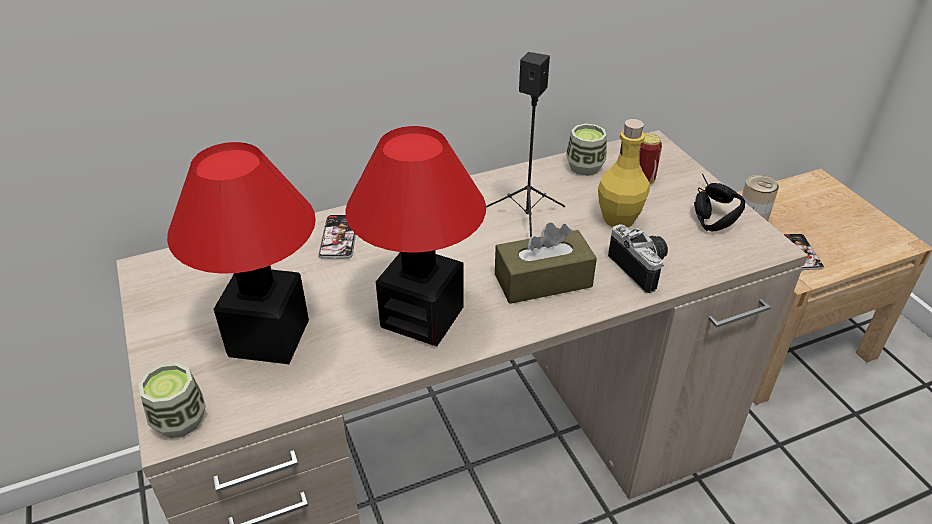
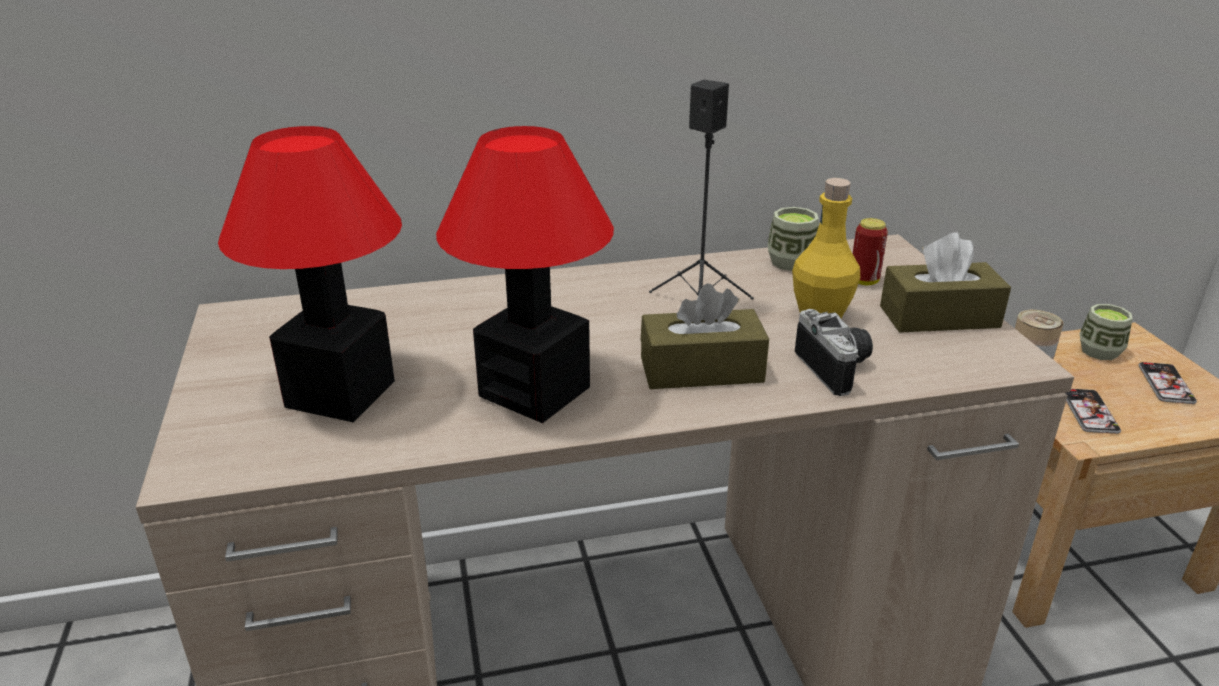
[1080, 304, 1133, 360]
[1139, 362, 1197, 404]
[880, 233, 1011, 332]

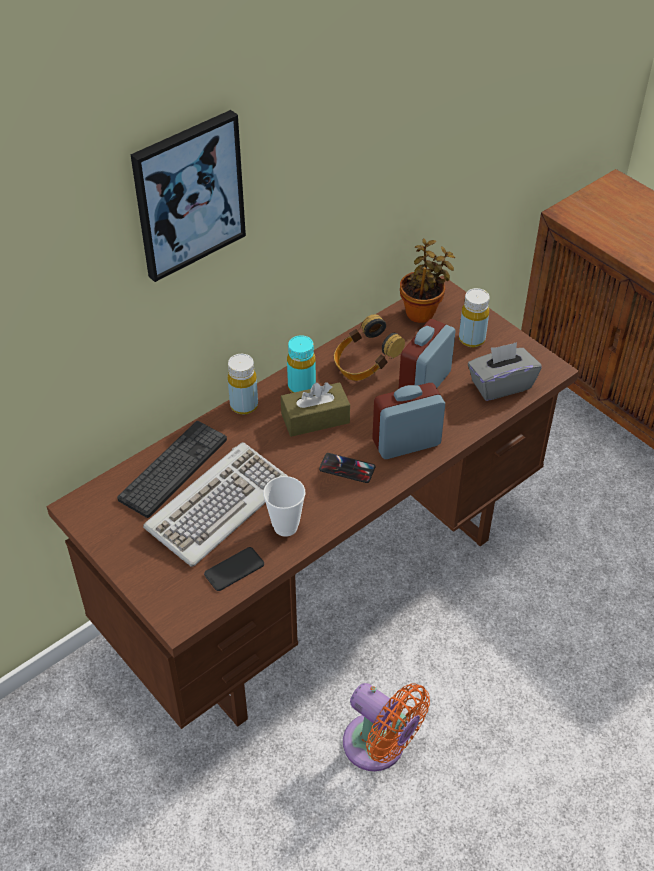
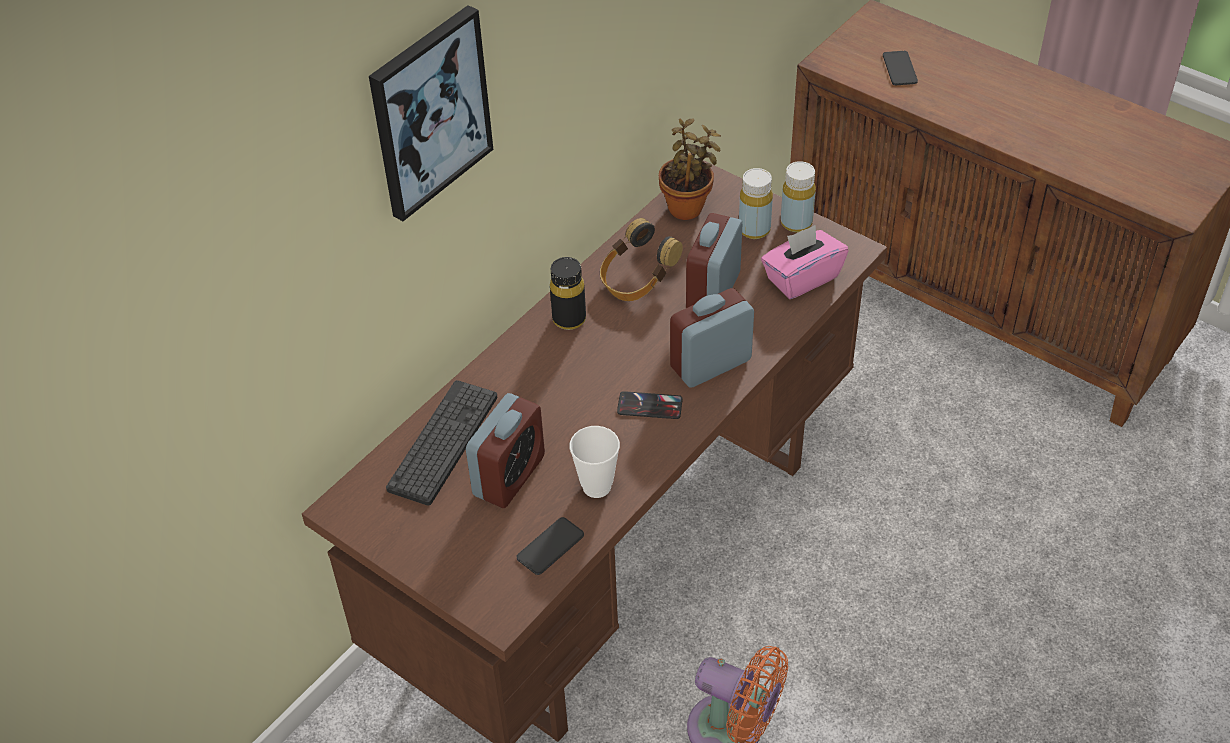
[281, 382, 350, 437] (first image)
[883, 51, 918, 85]
[781, 161, 816, 232]
[466, 393, 545, 508]
[550, 257, 586, 330]
[761, 225, 849, 299]

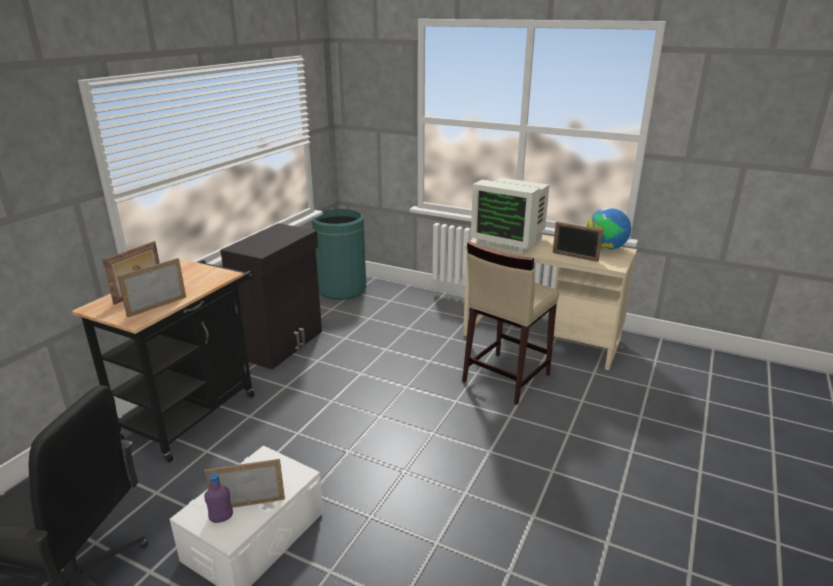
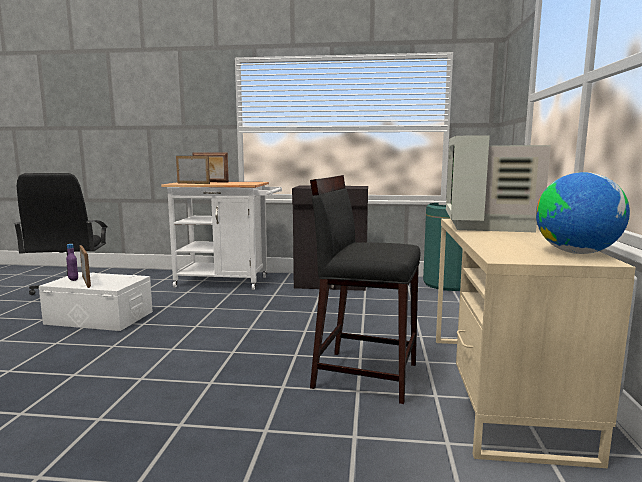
[553, 221, 603, 262] (first image)
[161, 182, 282, 290]
[310, 175, 420, 404]

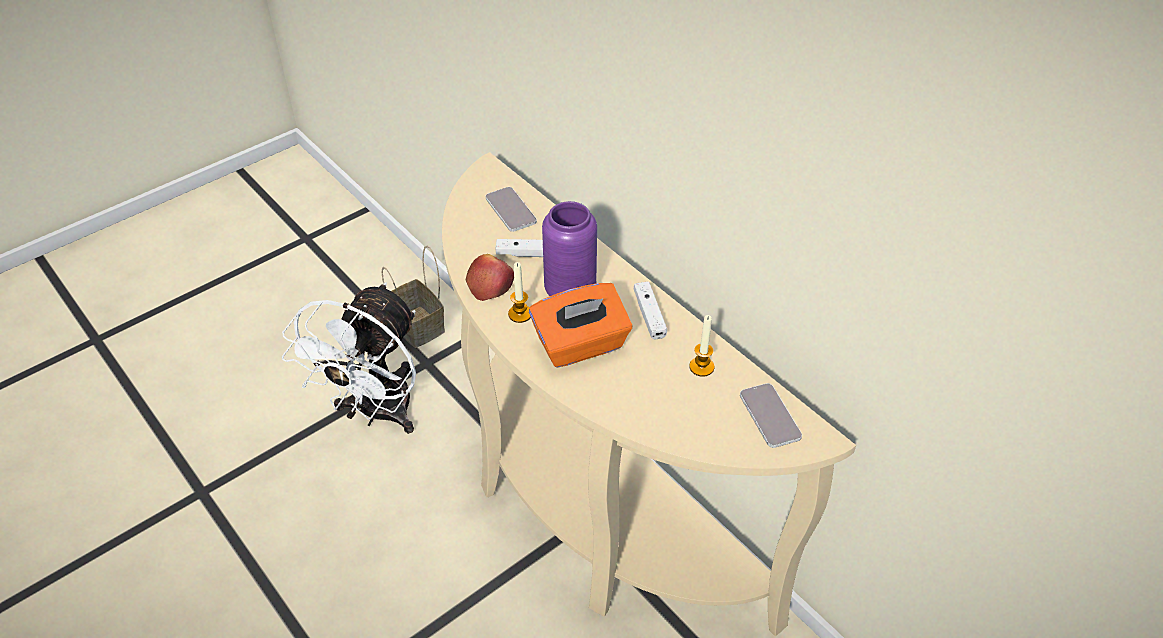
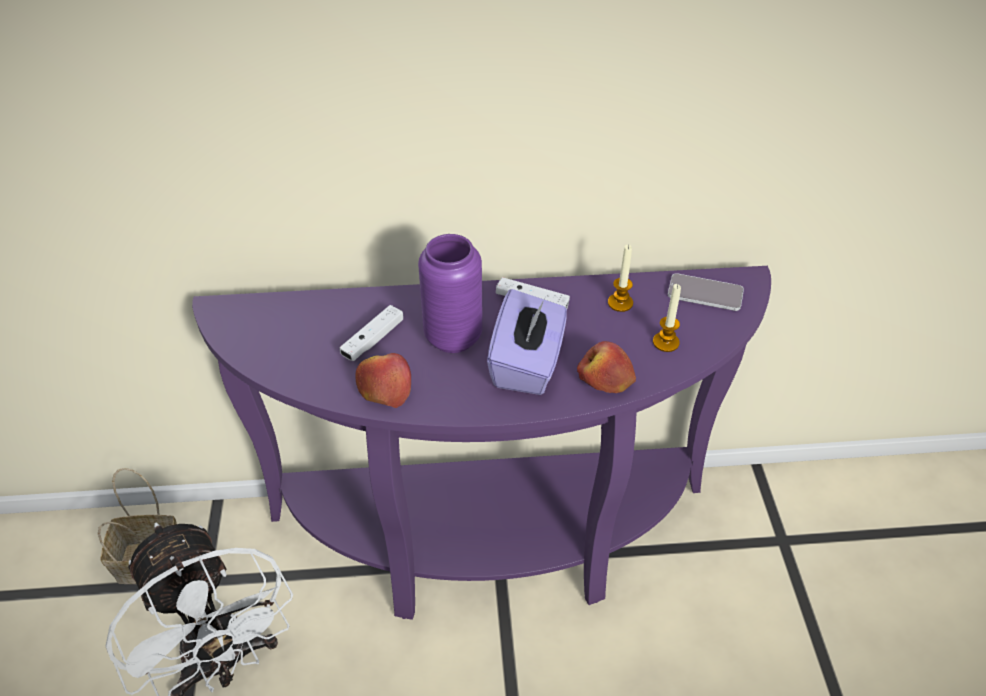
[486, 187, 537, 232] (first image)
[577, 341, 636, 393]
[653, 284, 681, 352]
[192, 266, 771, 620]
[487, 289, 567, 395]

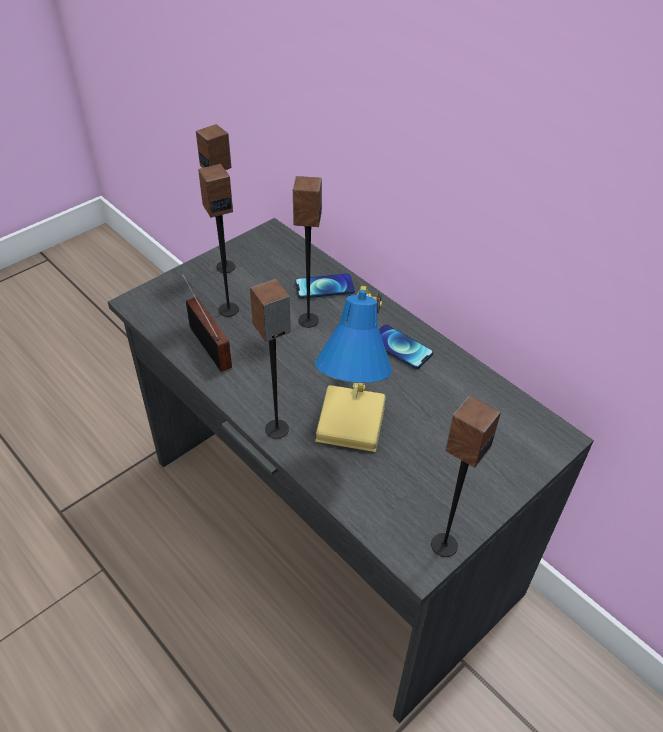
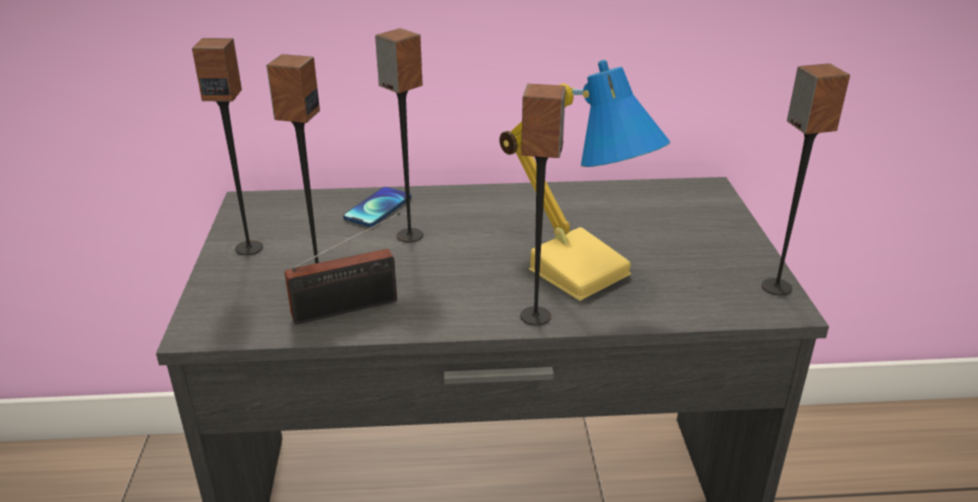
[379, 324, 434, 369] (first image)
[285, 212, 401, 324]

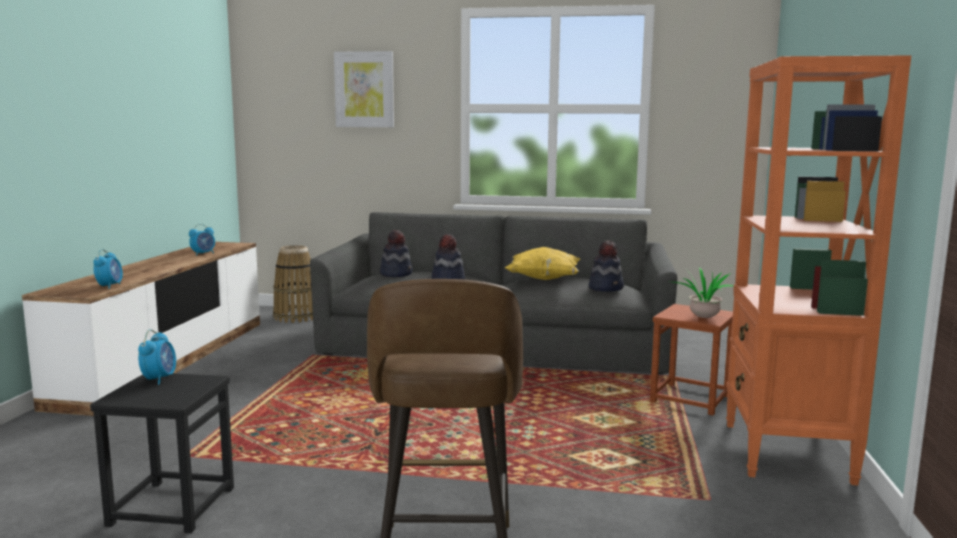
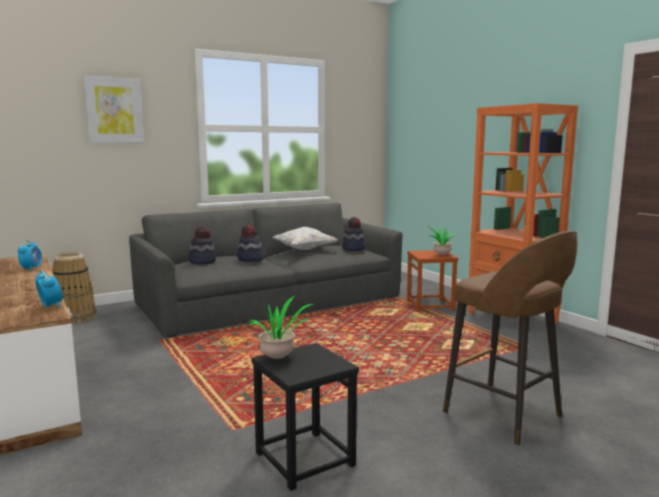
[248, 296, 315, 359]
[272, 227, 338, 250]

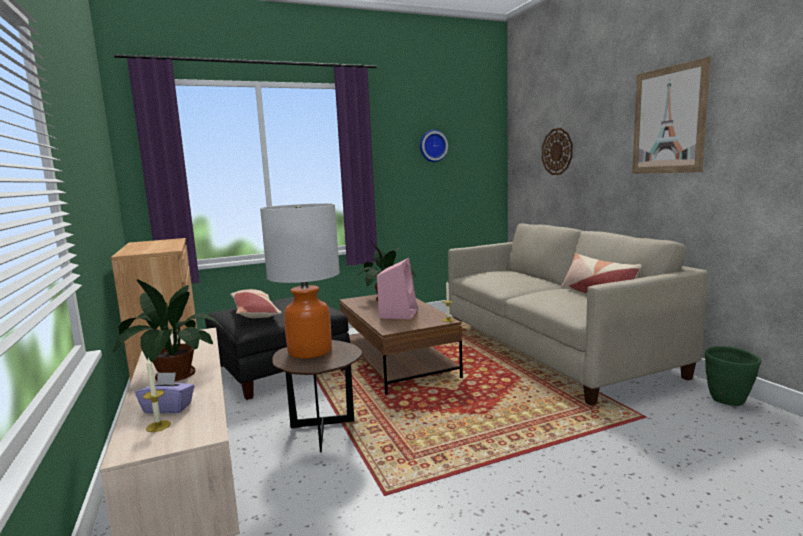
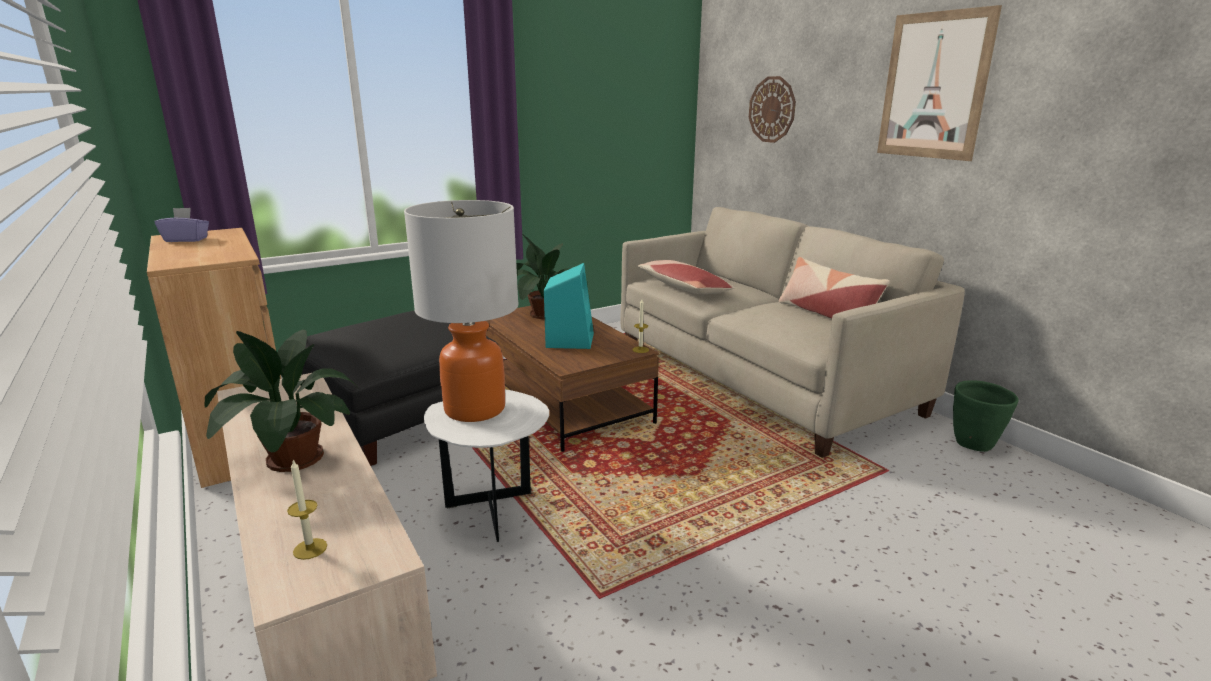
[420, 130, 448, 162] (first image)
[155, 208, 209, 242]
[638, 260, 735, 294]
[424, 390, 549, 542]
[544, 263, 594, 349]

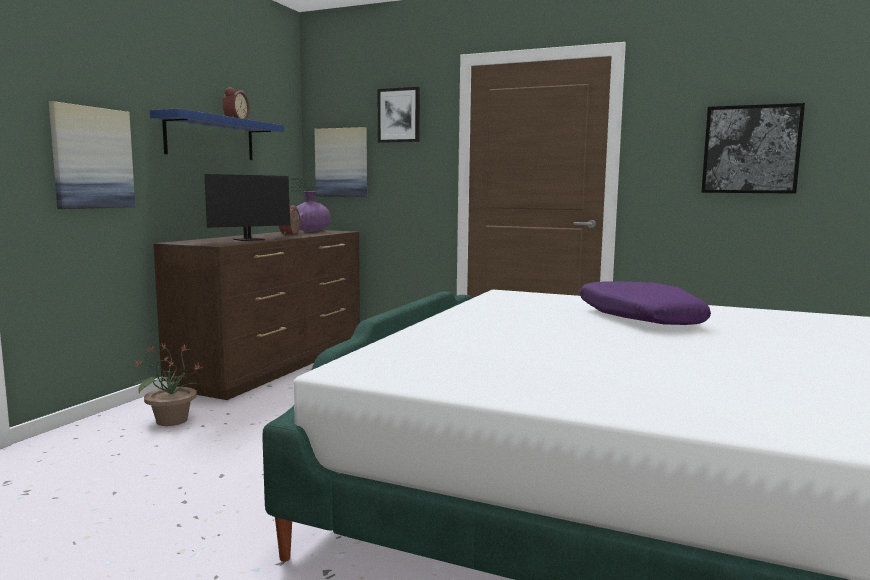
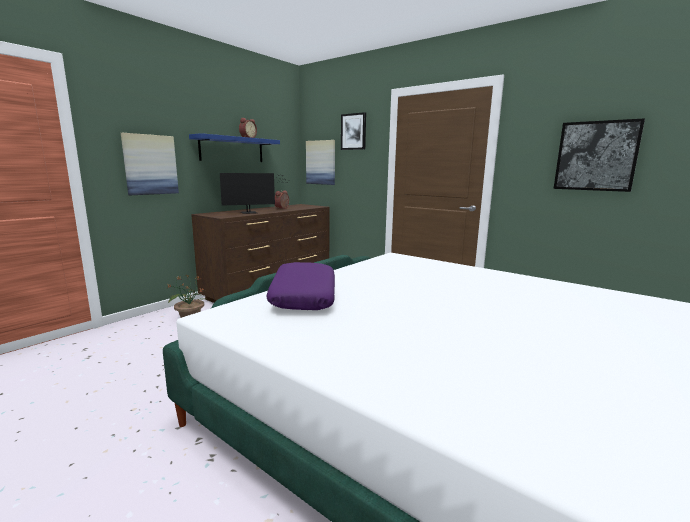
[296, 191, 331, 232] (first image)
[266, 262, 335, 310]

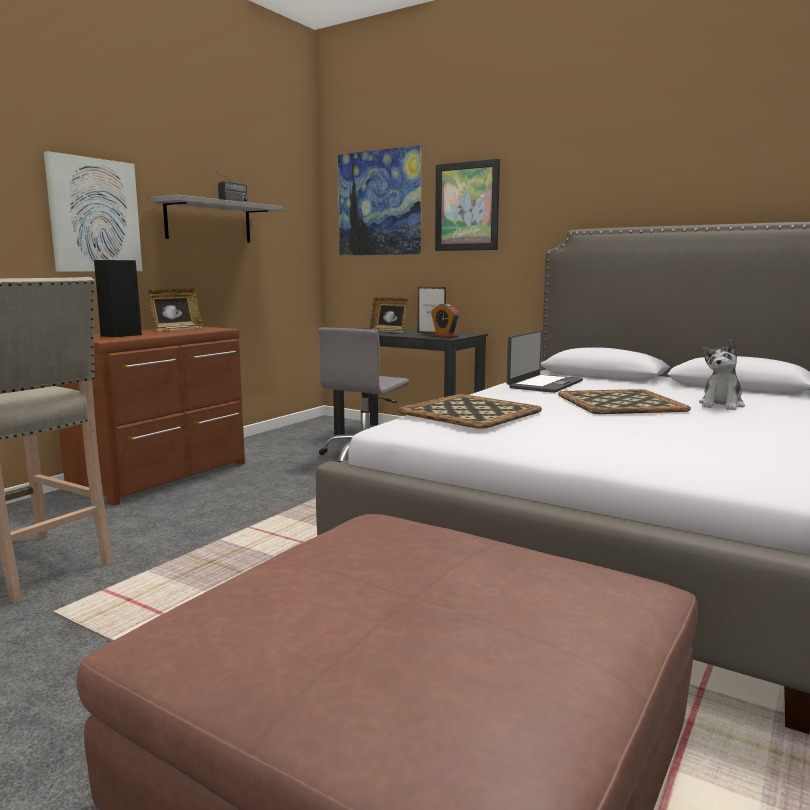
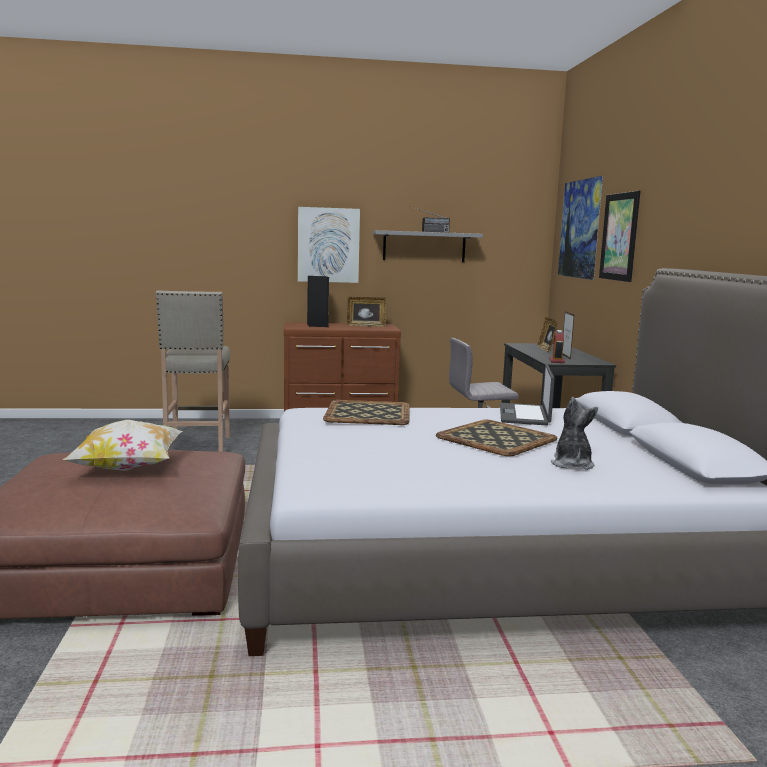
[63, 420, 182, 471]
[500, 364, 555, 425]
[551, 397, 598, 470]

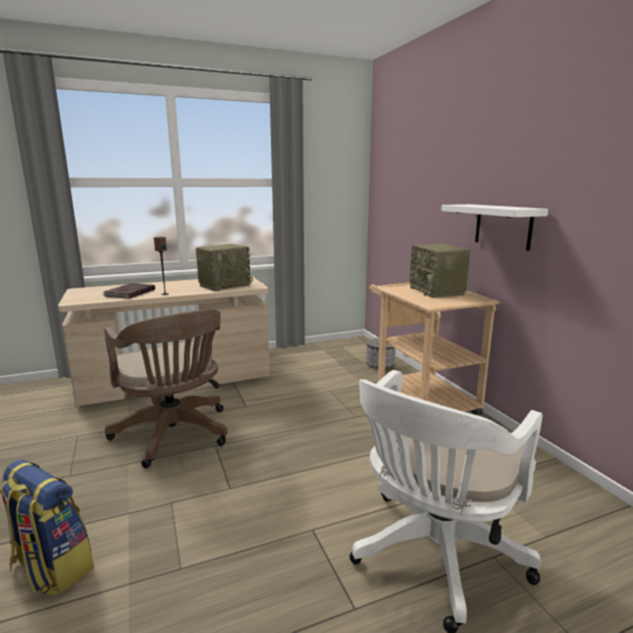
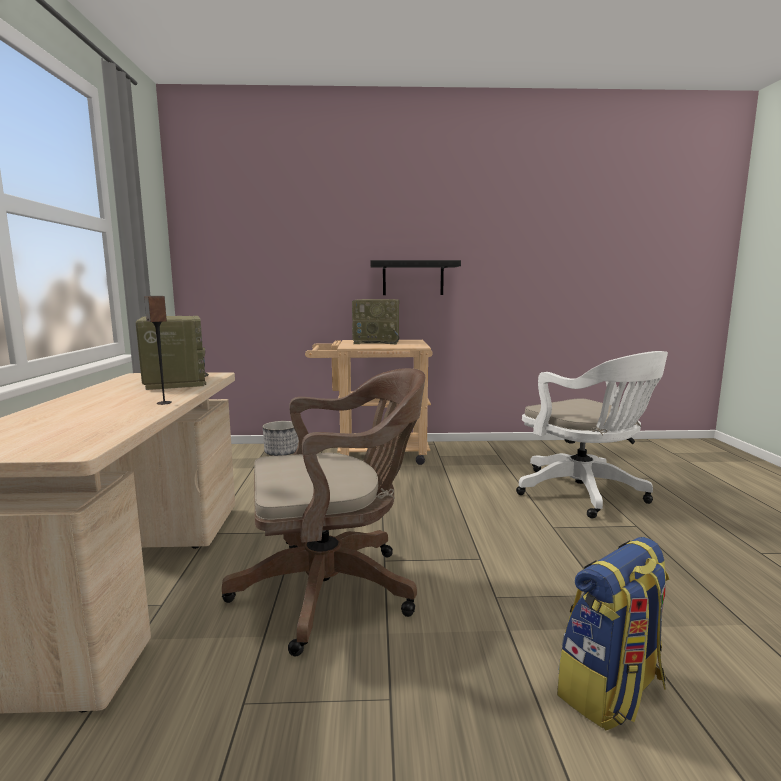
[102, 283, 155, 299] (first image)
[370, 260, 461, 295]

